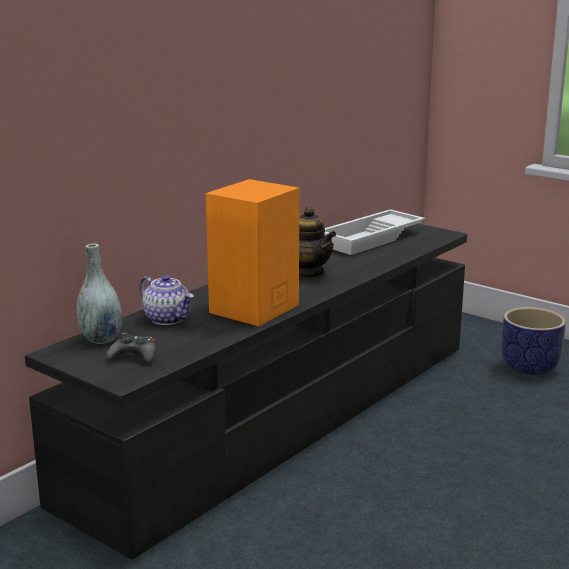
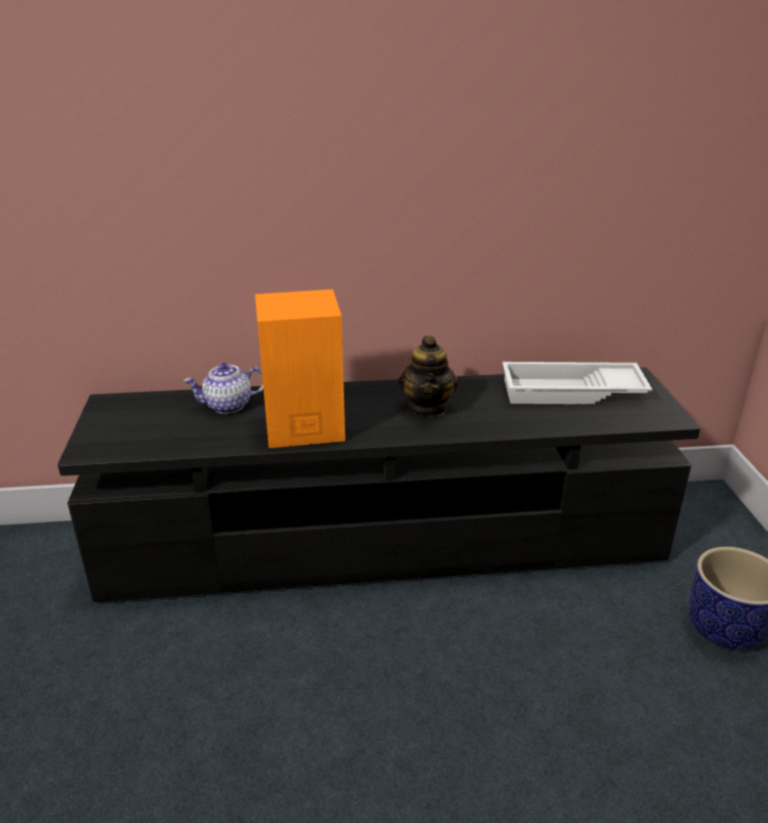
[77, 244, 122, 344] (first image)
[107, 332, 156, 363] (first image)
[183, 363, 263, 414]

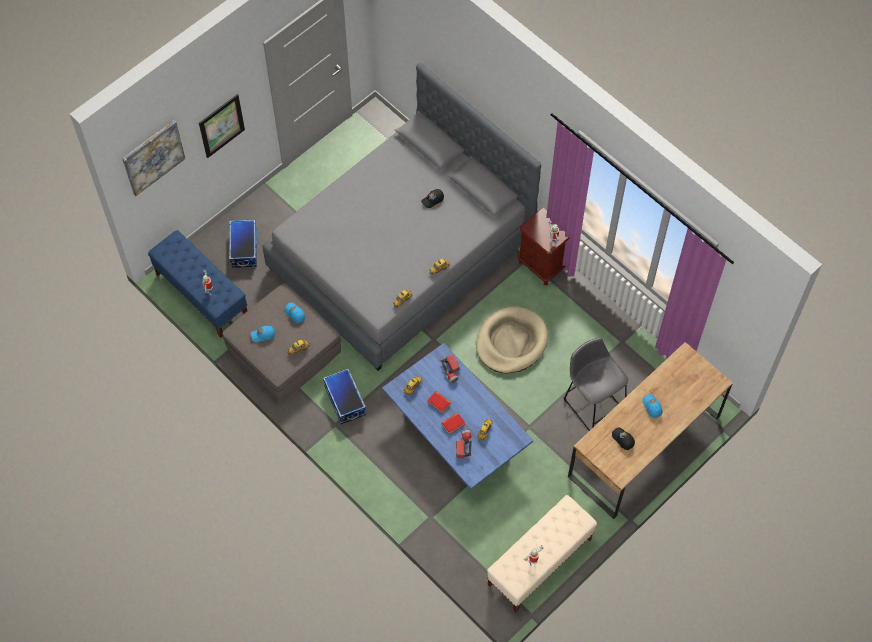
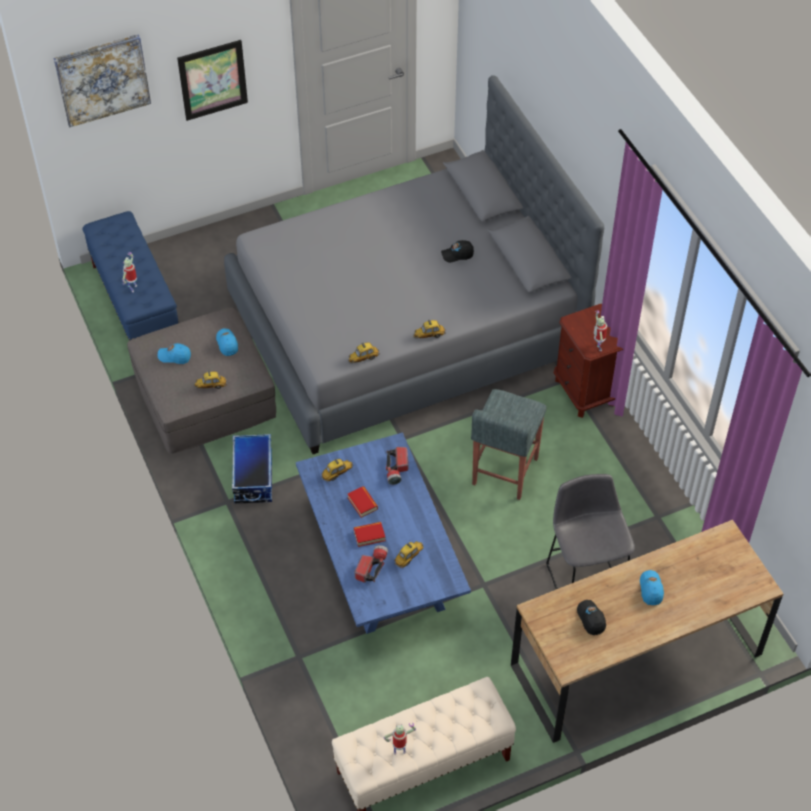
[229, 220, 257, 268] (first image)
[471, 389, 547, 500]

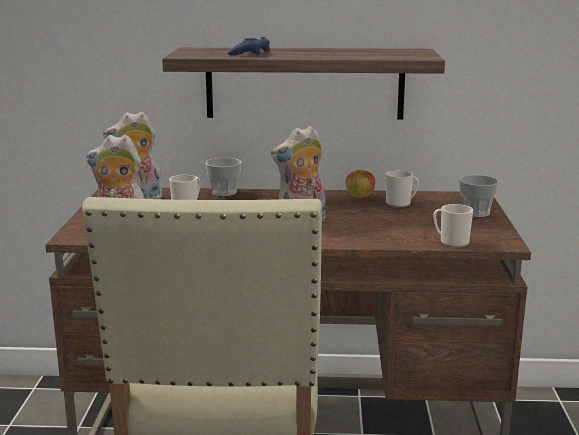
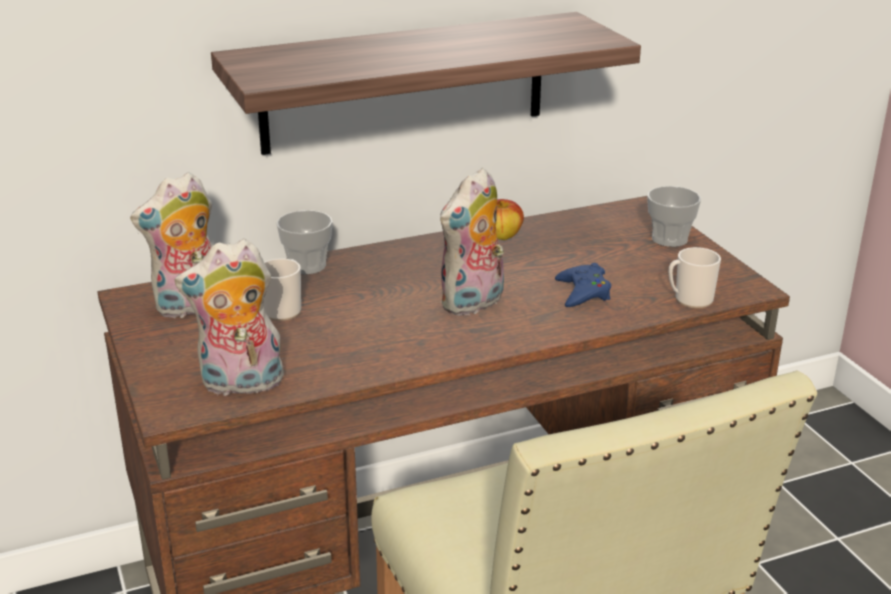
[386, 170, 419, 207] (first image)
[555, 263, 611, 307]

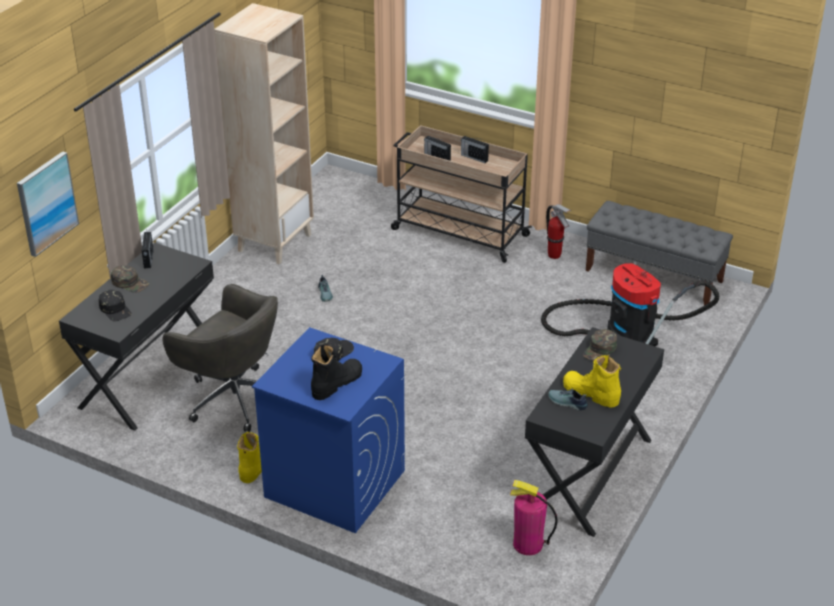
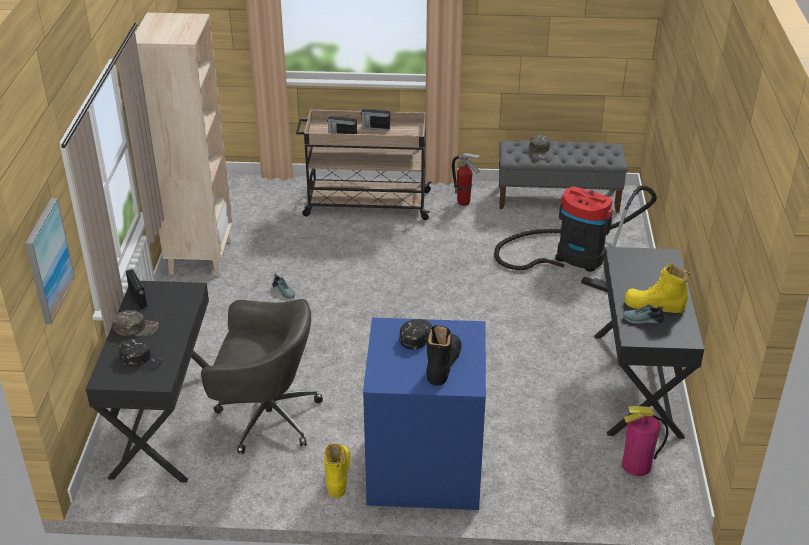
[530, 134, 550, 158]

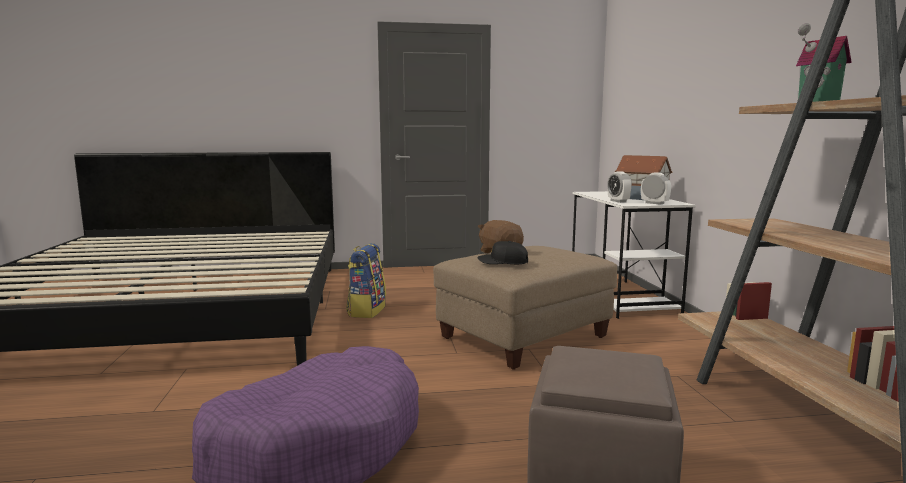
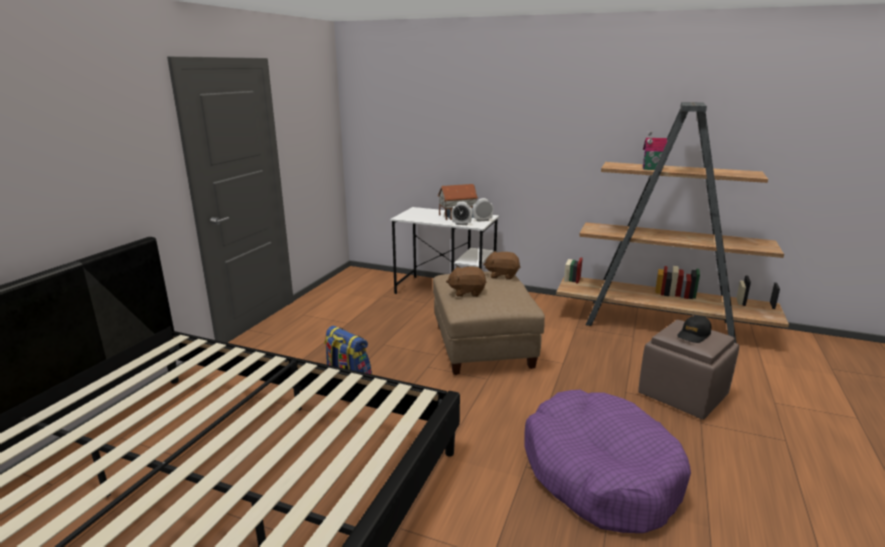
[483, 251, 520, 280]
[677, 315, 711, 343]

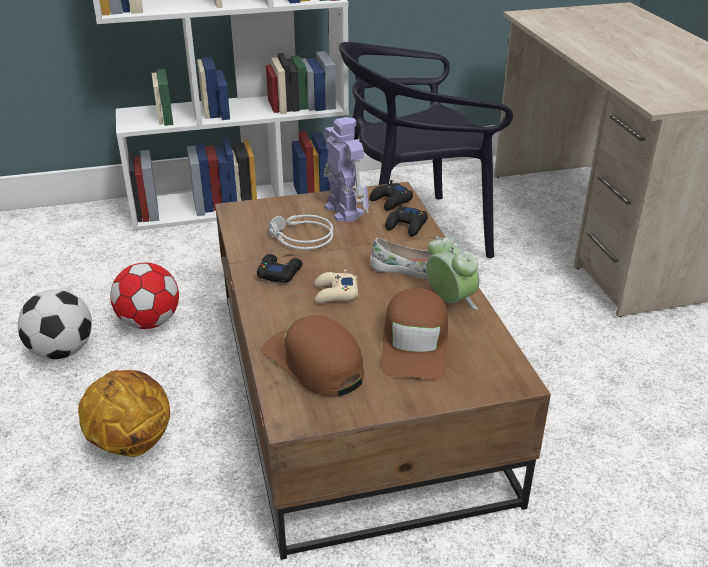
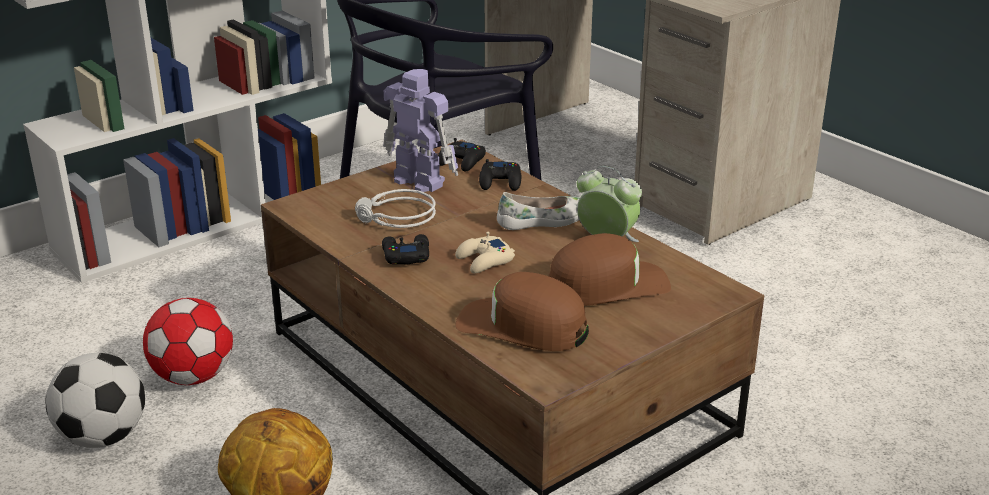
[549, 233, 671, 306]

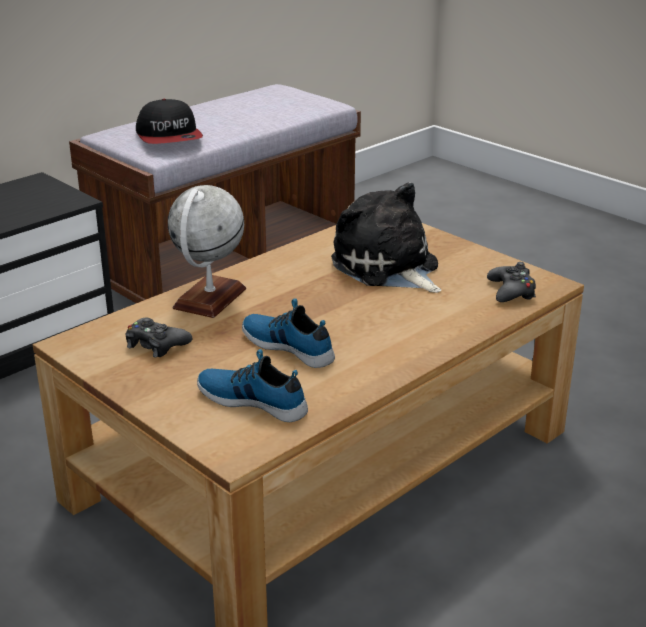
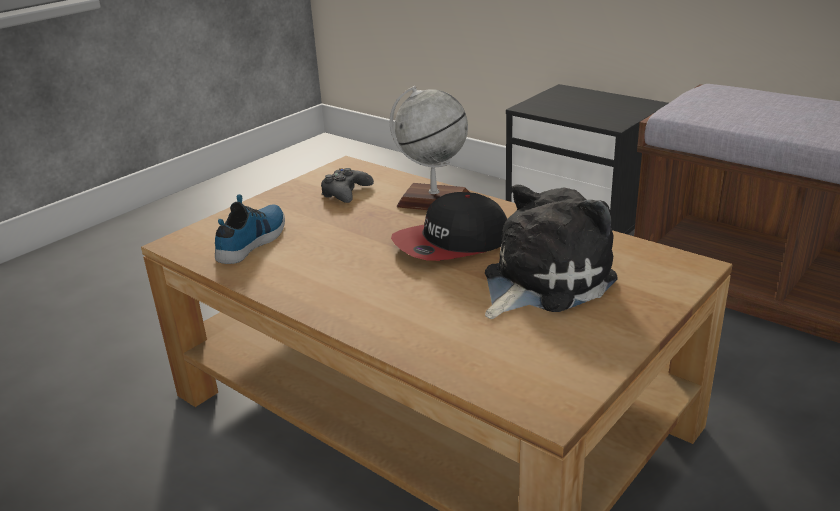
[242, 298, 335, 368] (first image)
[487, 262, 536, 302] (first image)
[391, 192, 507, 261]

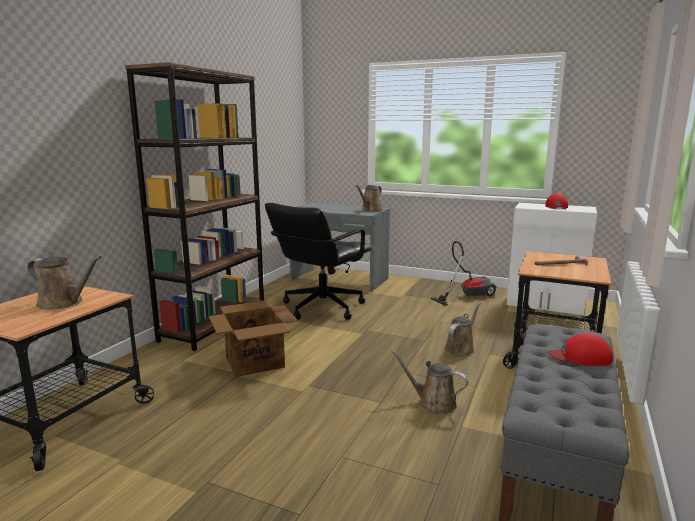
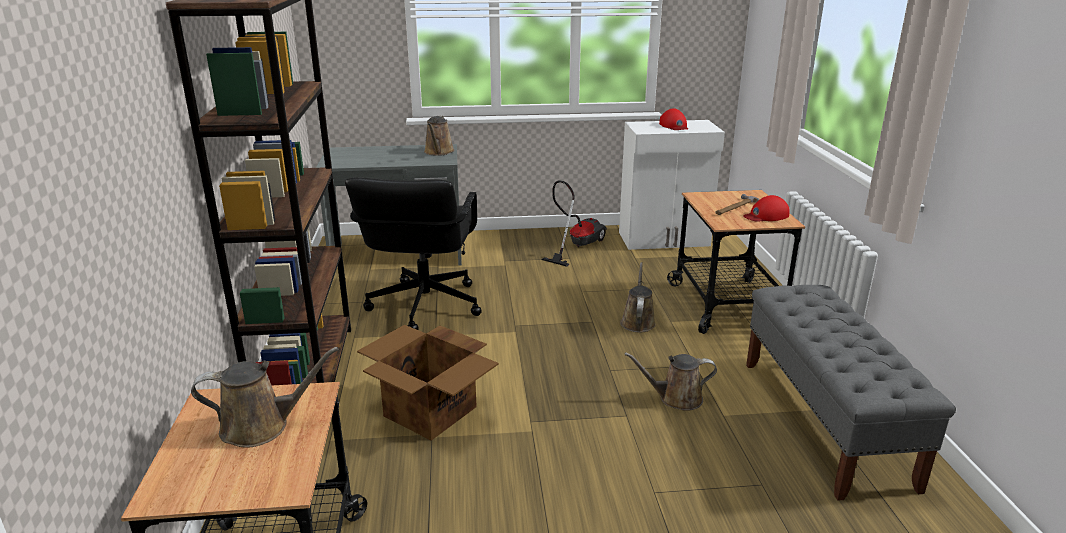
[743, 195, 790, 222]

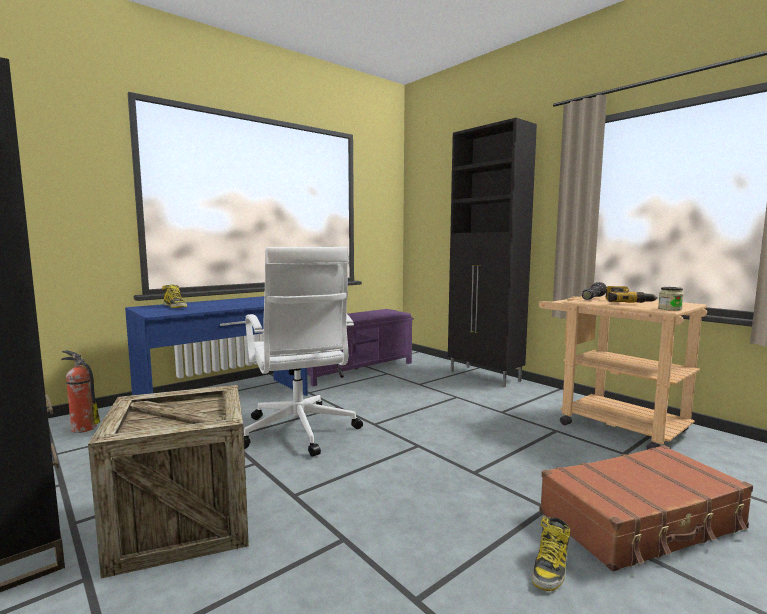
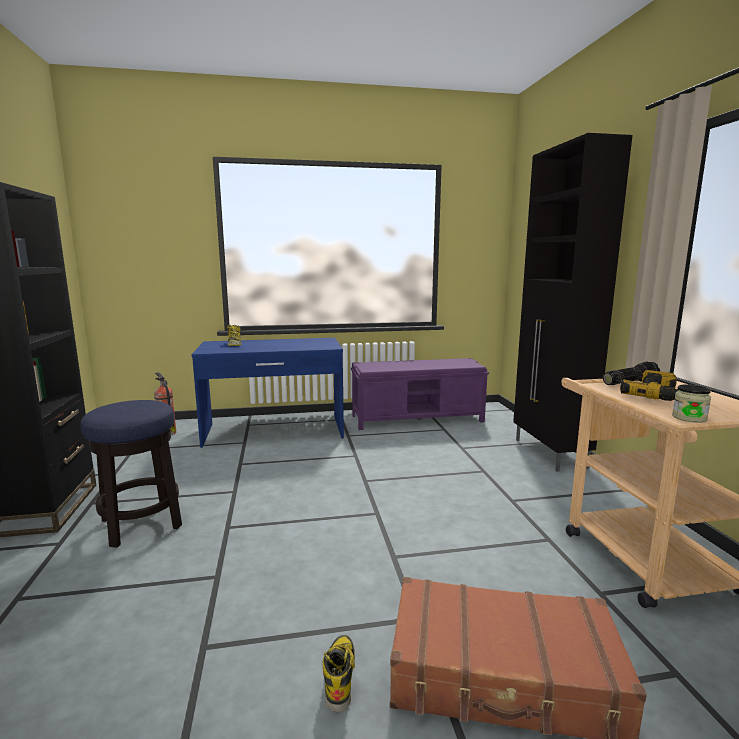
[244, 247, 363, 457] (first image)
[81, 400, 182, 548]
[323, 634, 355, 712]

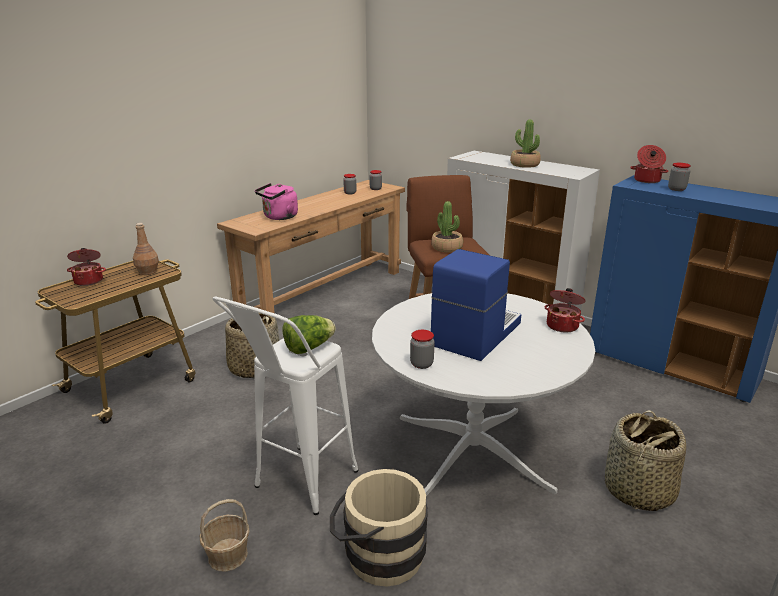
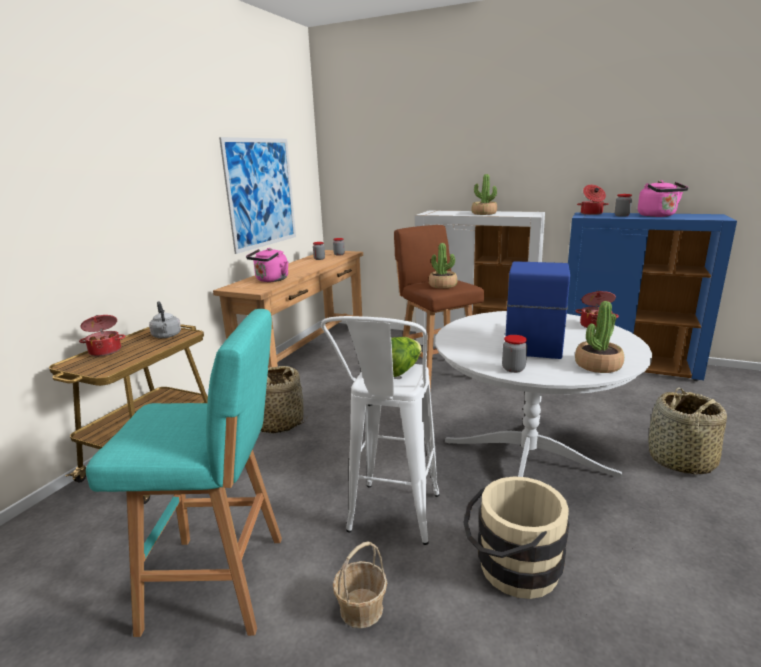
[86, 309, 282, 637]
[219, 137, 296, 254]
[575, 301, 624, 373]
[638, 180, 689, 217]
[149, 301, 181, 338]

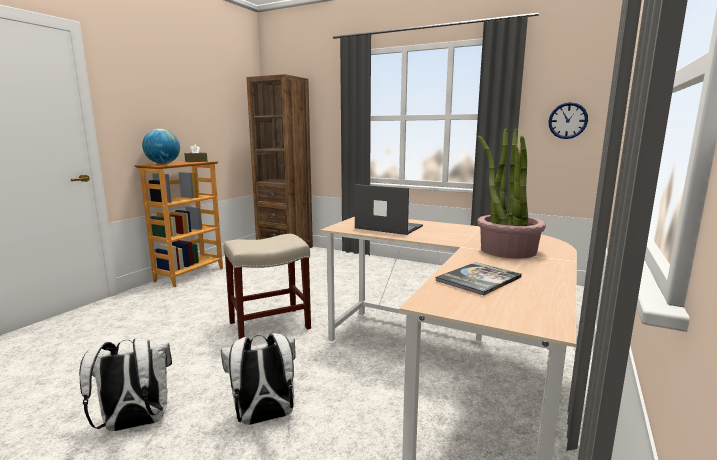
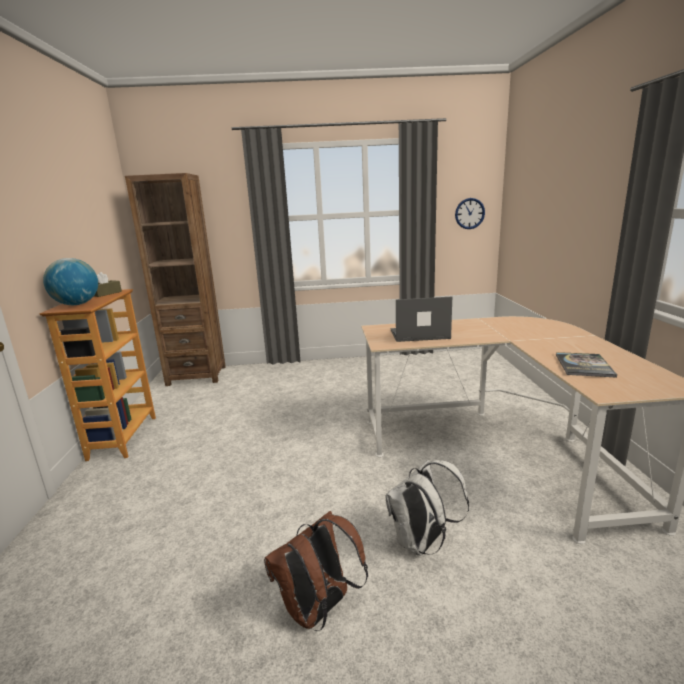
[223, 234, 311, 339] (first image)
[477, 128, 546, 259] (first image)
[264, 511, 368, 631]

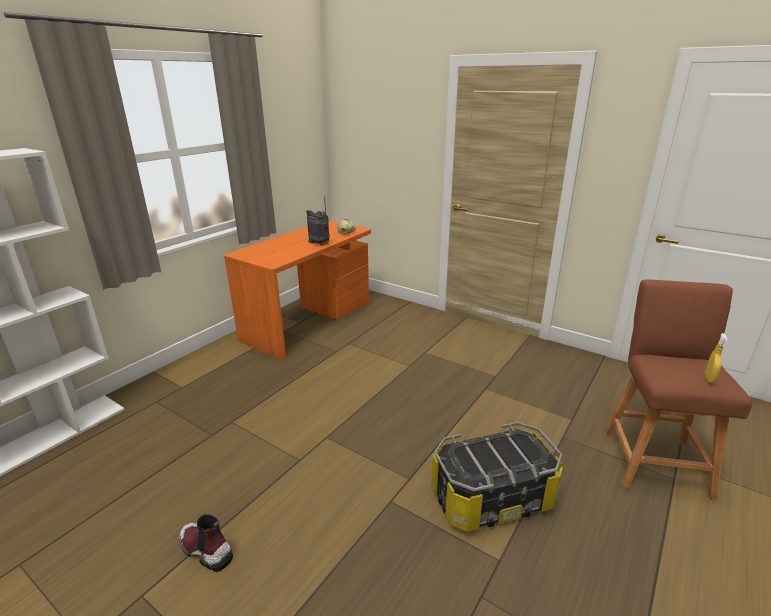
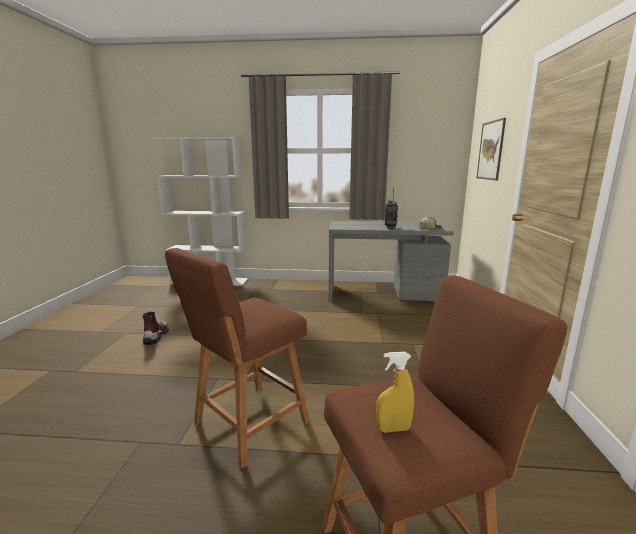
[476, 118, 506, 180]
[165, 248, 310, 469]
[328, 221, 453, 302]

